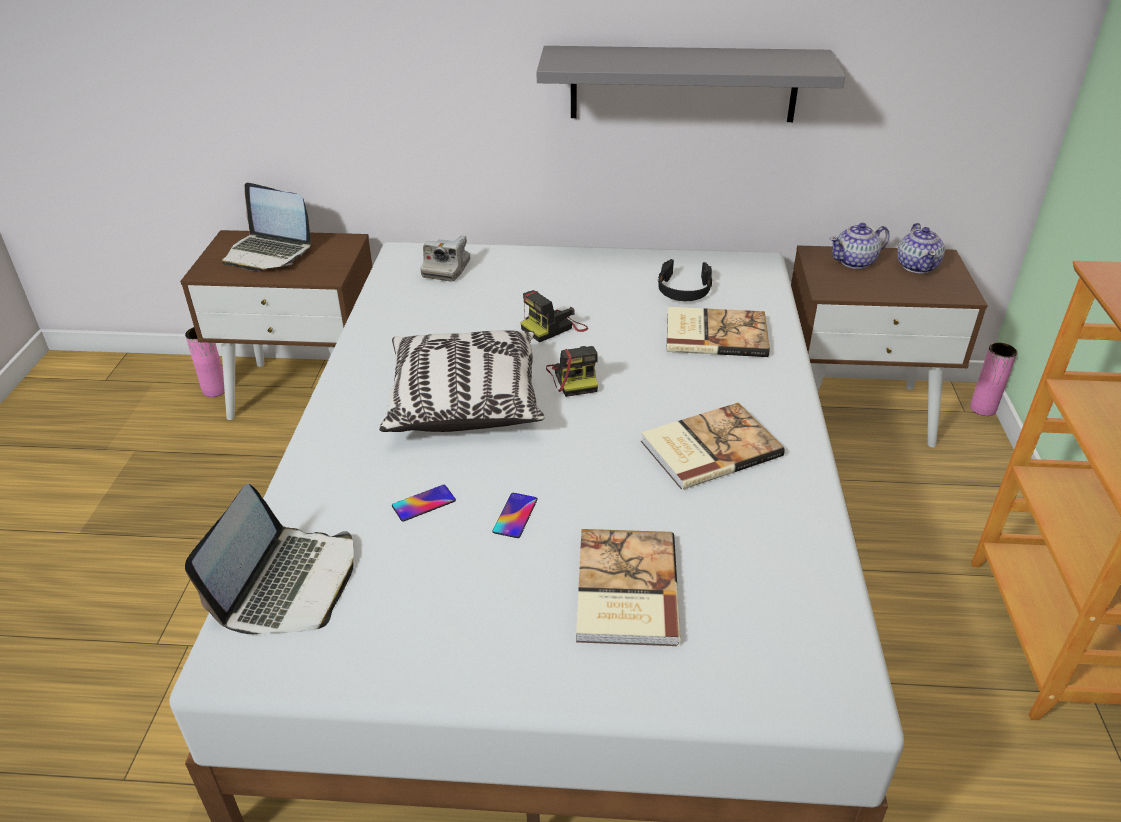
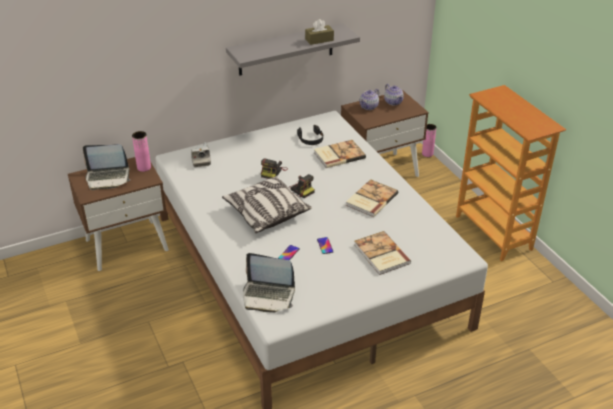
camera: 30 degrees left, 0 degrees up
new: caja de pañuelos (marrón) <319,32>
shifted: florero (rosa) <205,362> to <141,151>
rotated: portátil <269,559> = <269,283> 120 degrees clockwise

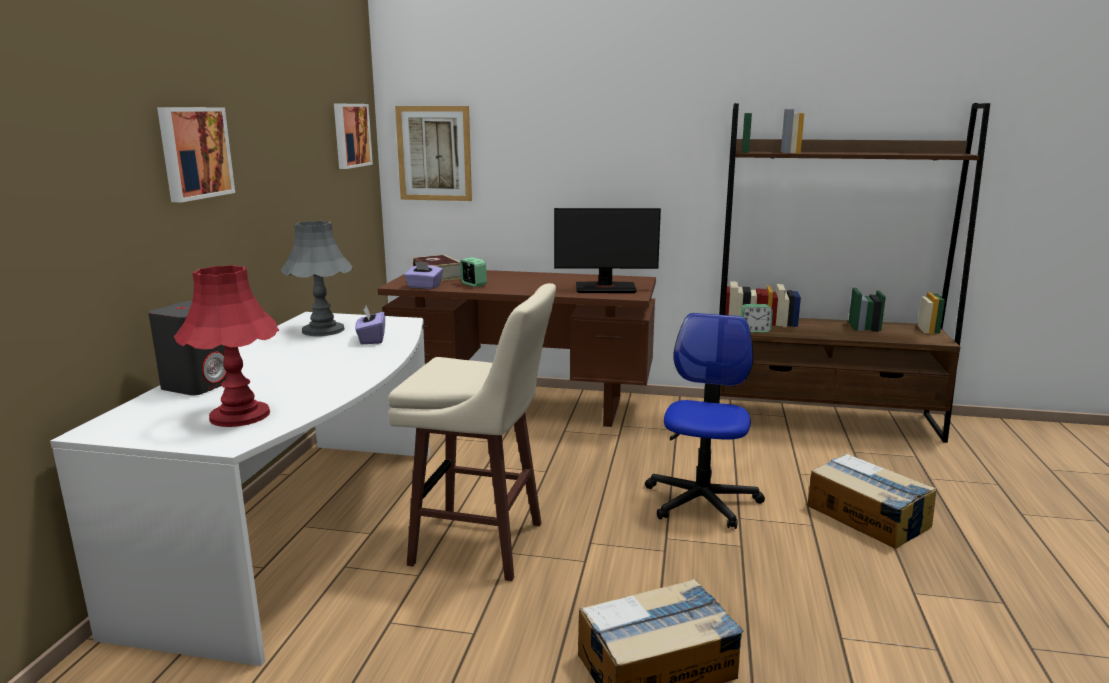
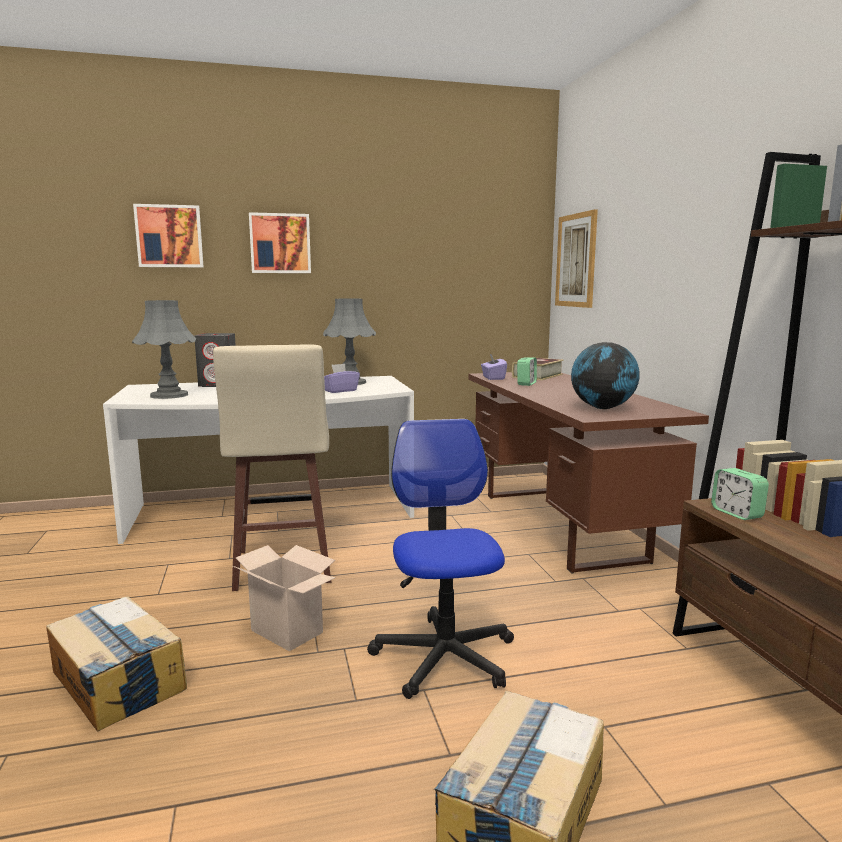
camera: 65 degrees right, 5 degrees down
new: caja de cartón <284,598>
shifted: cuadro <353,136> to <168,235>
swapped: monitor <607,250> to globo terráqueo <605,375>
repainted: lámpara de mesa (rojo) <226,346> to lámpara de mesa (gris) <164,349>
rotated: silla de oficina <705,421> = <440,559> 90 degrees counterclockwise

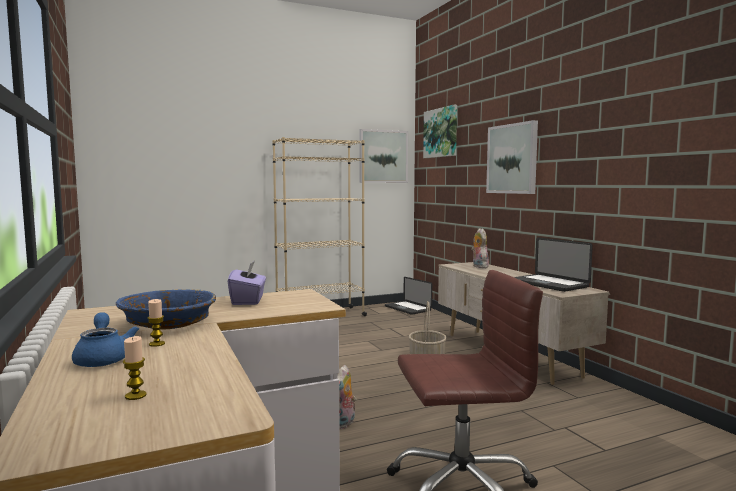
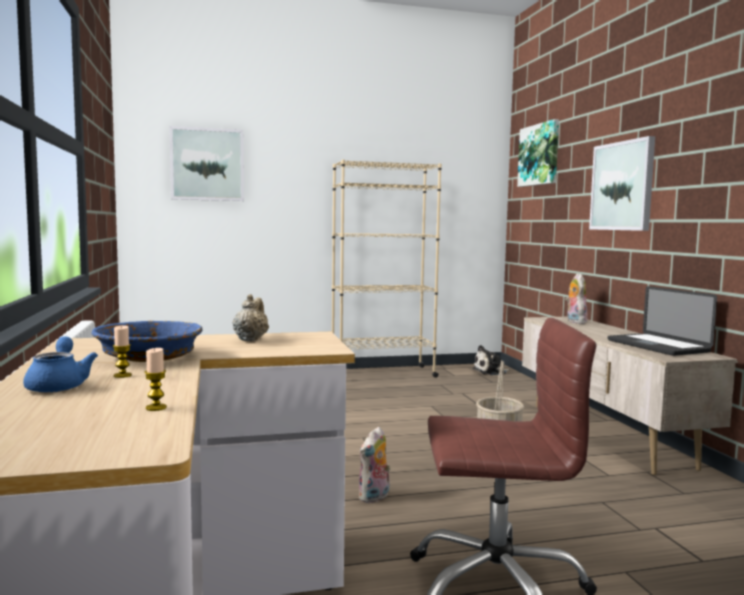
camera: 10 degrees right, 0 degrees up
shifted: vela <135,368> to <155,379>; cuadro <383,156> to <206,163>
swapped: caja de pañuelos (morado) <247,283> to tetera (beis) <251,317>; portátil <408,296> to peluche <491,360>

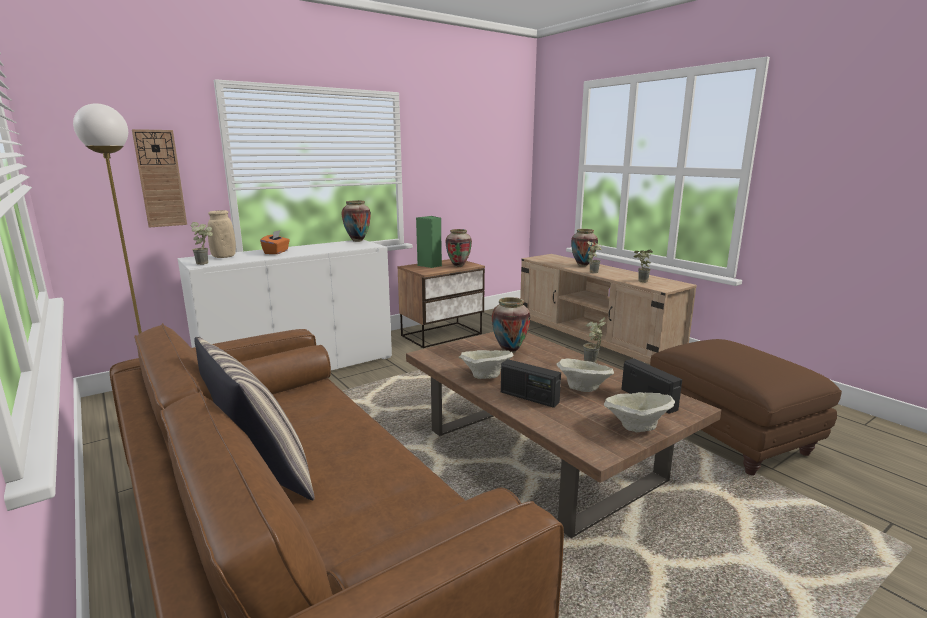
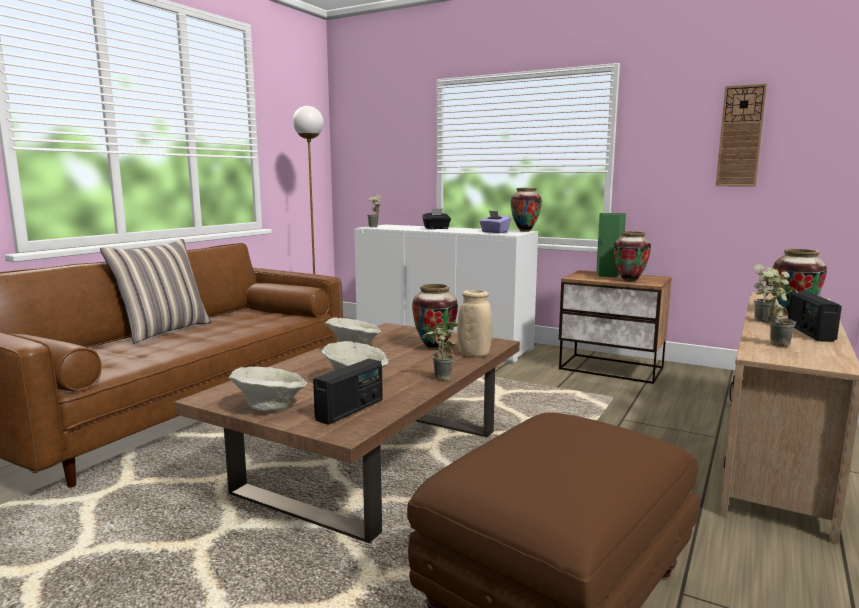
camera: 65 degrees right, 5 degrees down
new: caja de pañuelos (morado) <495,222>
shifted: reloj de pared <159,178> to <741,135>; florero (beis) <222,234> to <474,323>; radio <531,383> to <815,316>
repainted: caja de pañuelos (naranja) <275,242> to caja de pañuelos (negro) <436,219>

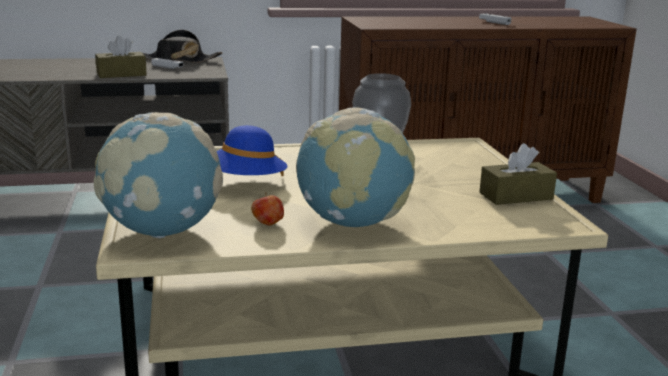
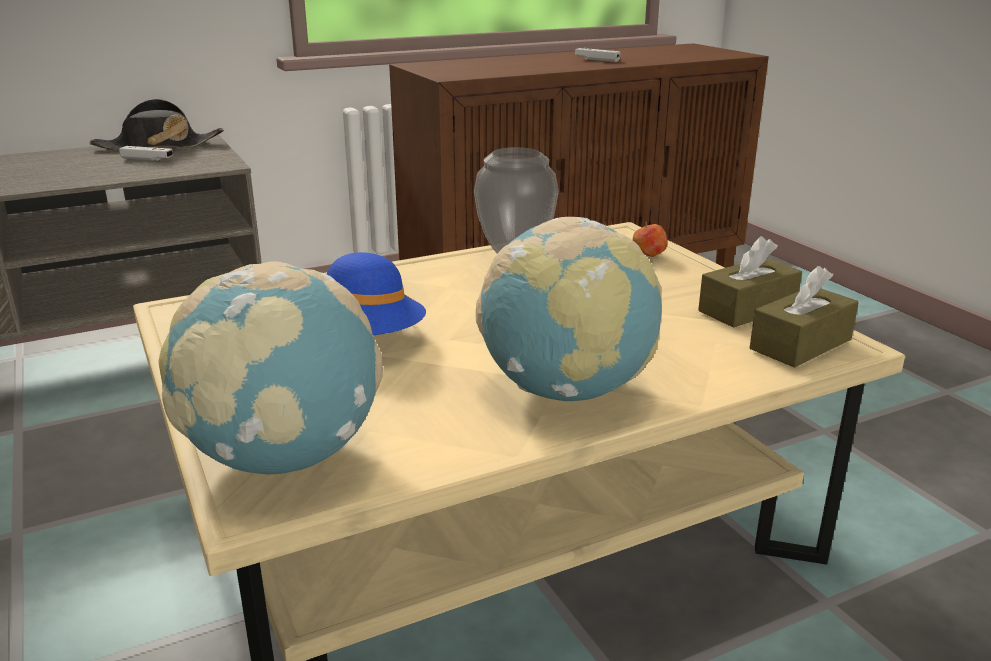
camera: 15 degrees left, 5 degrees up
shifted: caja de pañuelos (marrón) <121,57> to <804,317>; manzana <267,209> to <650,239>

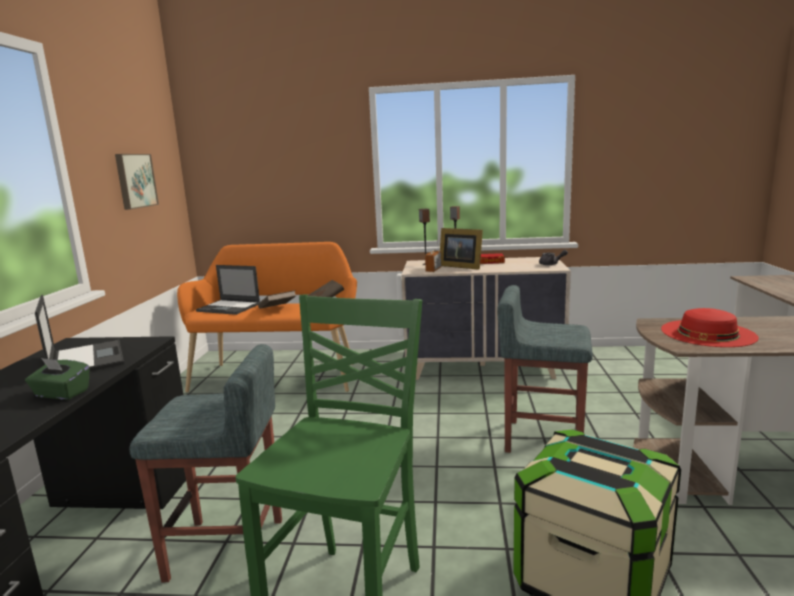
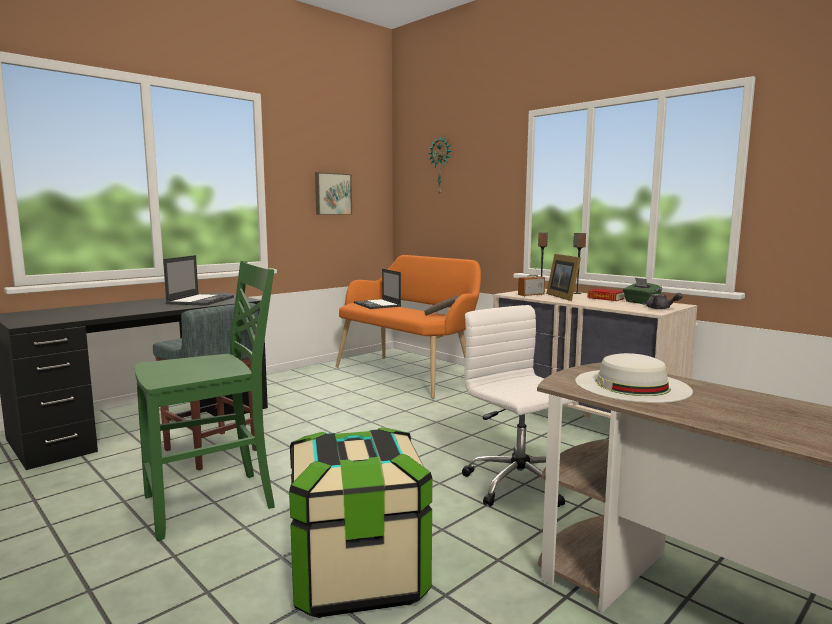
camera: 40 degrees right, 5 degrees down
gone: libro (marrón) <277,299>
new: reloj de pared <439,165>
shifted: caja de pañuelos (verde) <57,379> to <642,291>
swapped: taburete (gris) <545,369> to silla de oficina (blanco) <519,406>
repainted: sombrero (rojo) <710,327> to sombrero (blanco) <634,378>

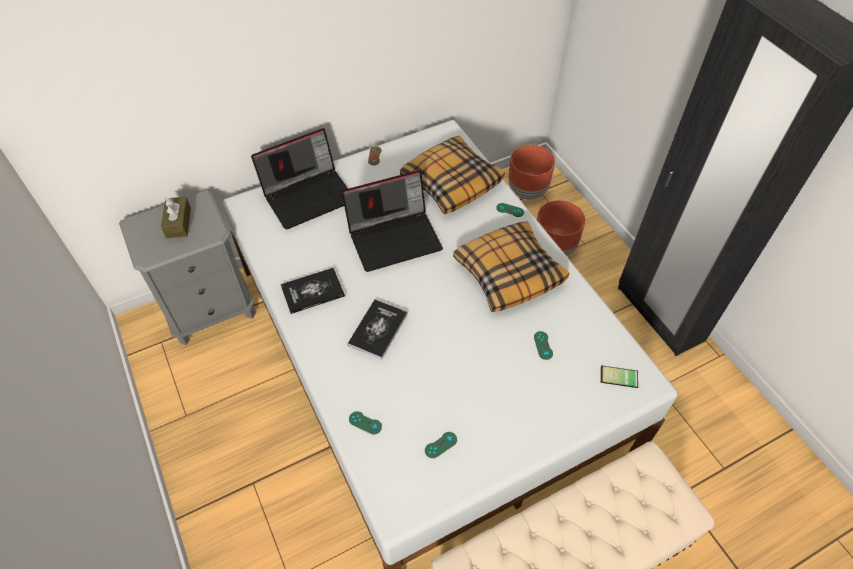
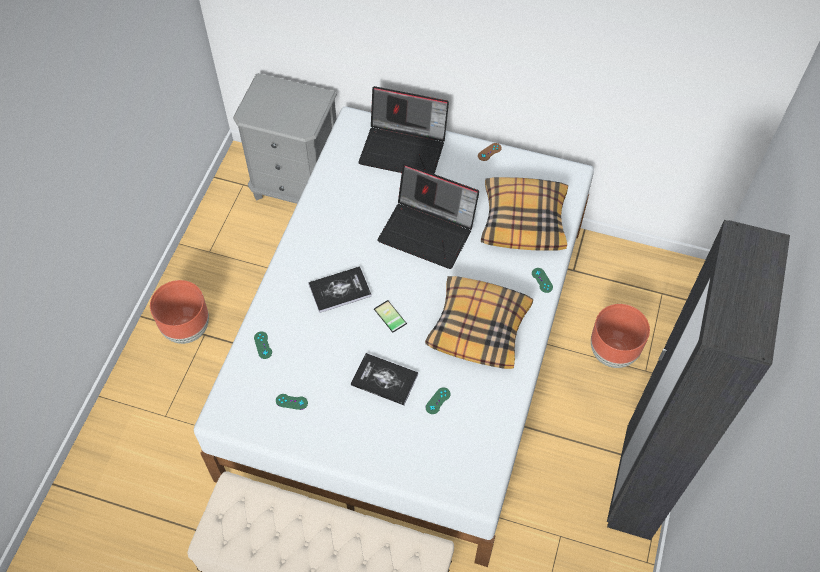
camera: 45 degrees right, 5 degrees up
gone: caja de pañuelos (marrón) <176,217>
shifted: libro <312,291> to <384,379>; maceta (marrón) <531,172> to <179,312>; móvil <619,377> to <390,316>

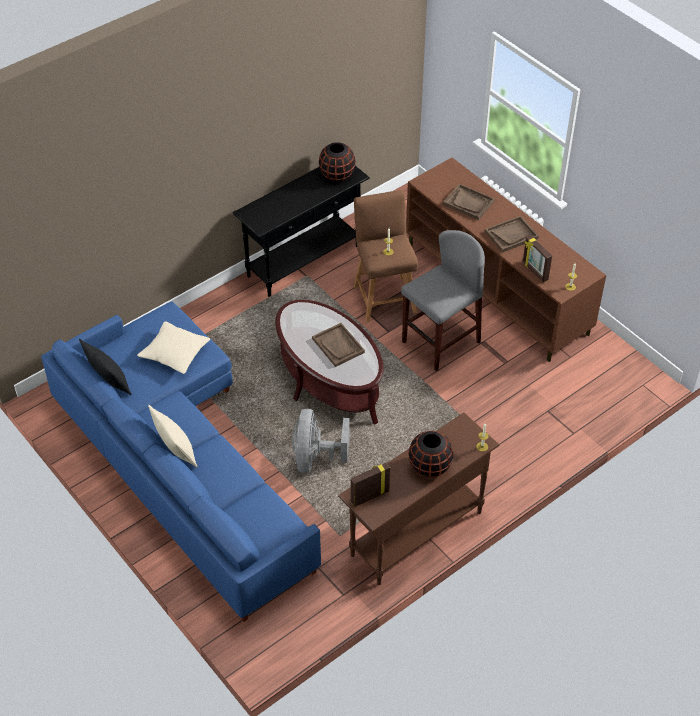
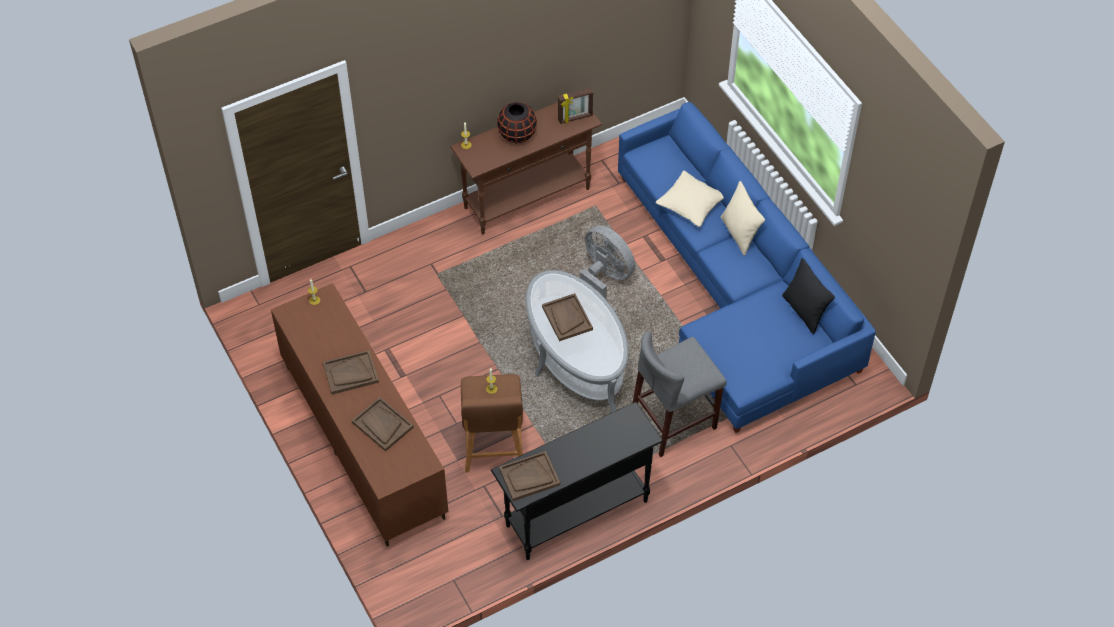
camera: 170 degrees left, 5 degrees up
gone: portarretratos <537,259>
shifted: cojín (beis) <173,347> to <690,199>; taburete (gris) <443,300> to <680,394>
swapped: florero (negro) <337,161> to bandeja (marrón) <529,476>
repainted: mesa de centro (marrón) <329,362> to mesa de centro (gris) <577,341>
rotated: ventilador (gris) <320,441> = <607,262> 60 degrees counterclockwise

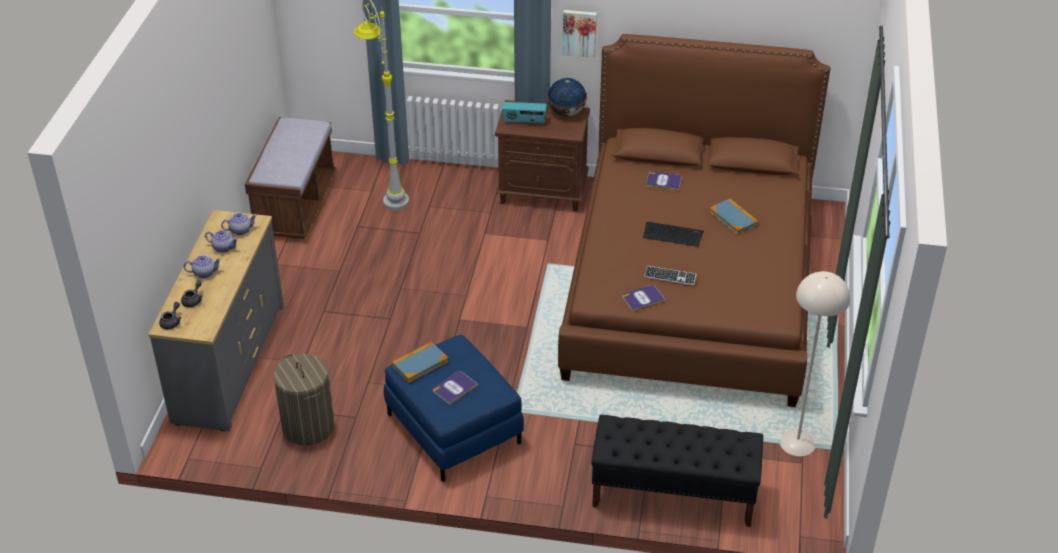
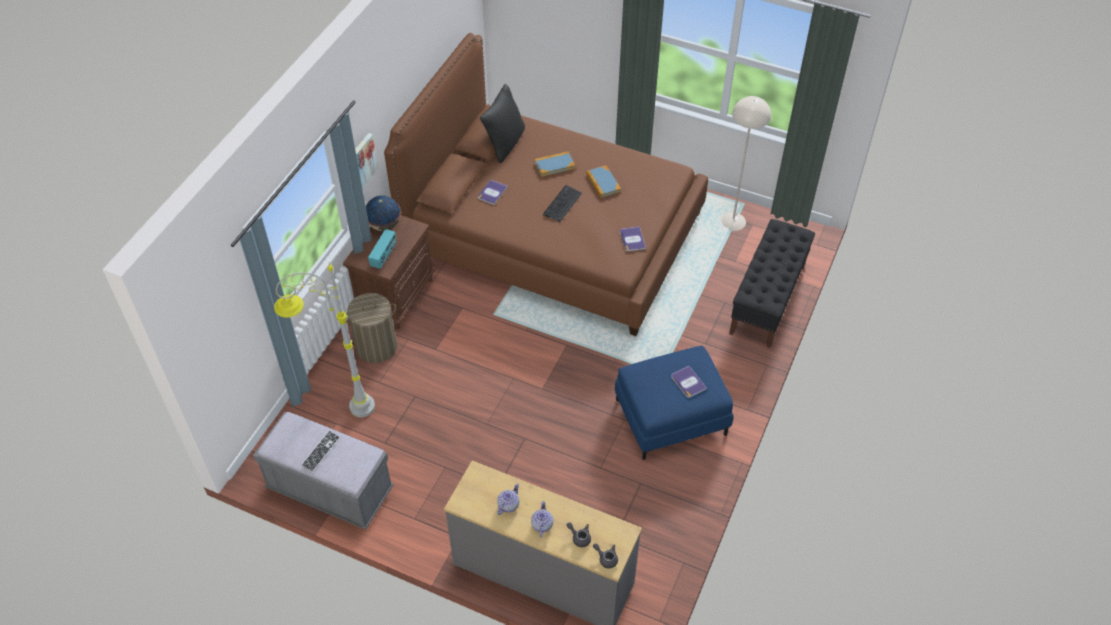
camera: 75 degrees left, 10 degrees up
gone: tetera <239,224>
new: cojín (negro) <502,123>
shifted: cesto de la ropa <303,400> to <371,328>; libro <420,362> to <603,181>; teclado <670,275> to <320,451>
repainted: banco (marrón) <290,178> to banco (gris) <323,471>

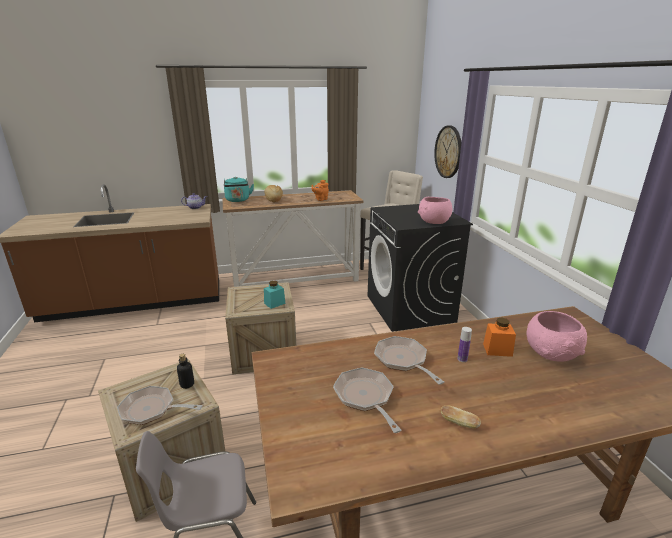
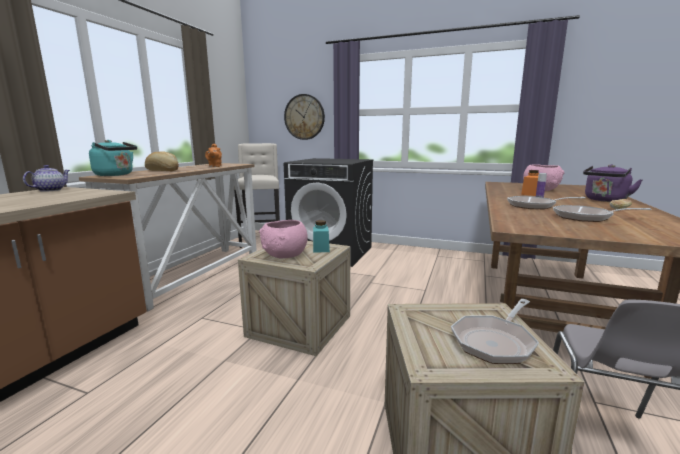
camera: 55 degrees left, 10 degrees down
gone: botella <185,371>
new: hervidor (morado) <612,183>
shifted: cuenco (rosa) <435,210> to <283,239>

